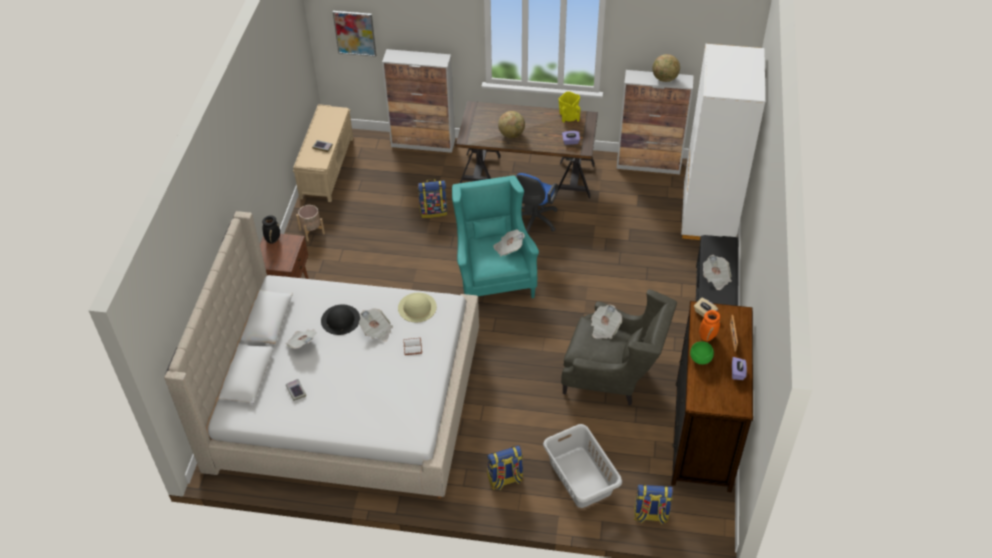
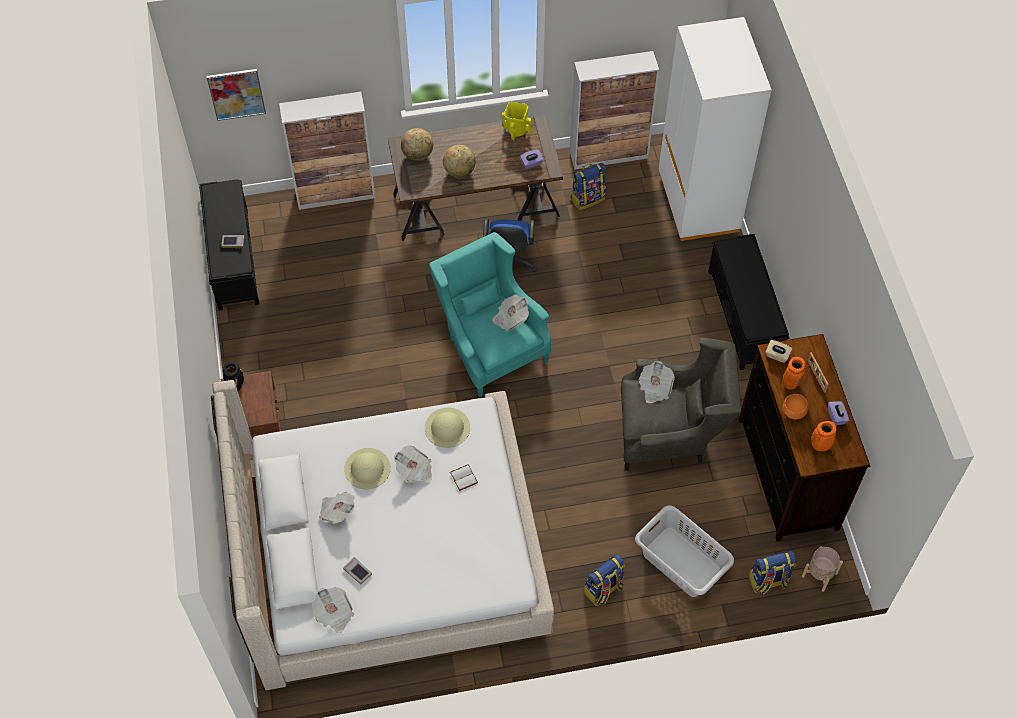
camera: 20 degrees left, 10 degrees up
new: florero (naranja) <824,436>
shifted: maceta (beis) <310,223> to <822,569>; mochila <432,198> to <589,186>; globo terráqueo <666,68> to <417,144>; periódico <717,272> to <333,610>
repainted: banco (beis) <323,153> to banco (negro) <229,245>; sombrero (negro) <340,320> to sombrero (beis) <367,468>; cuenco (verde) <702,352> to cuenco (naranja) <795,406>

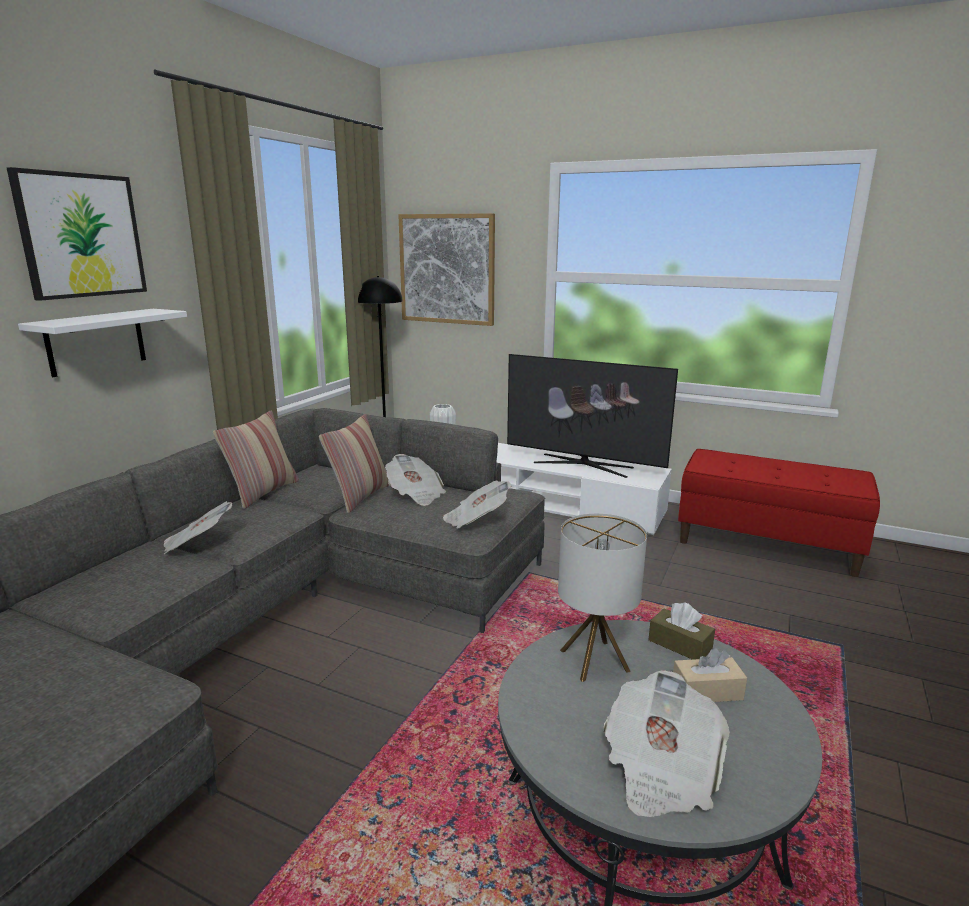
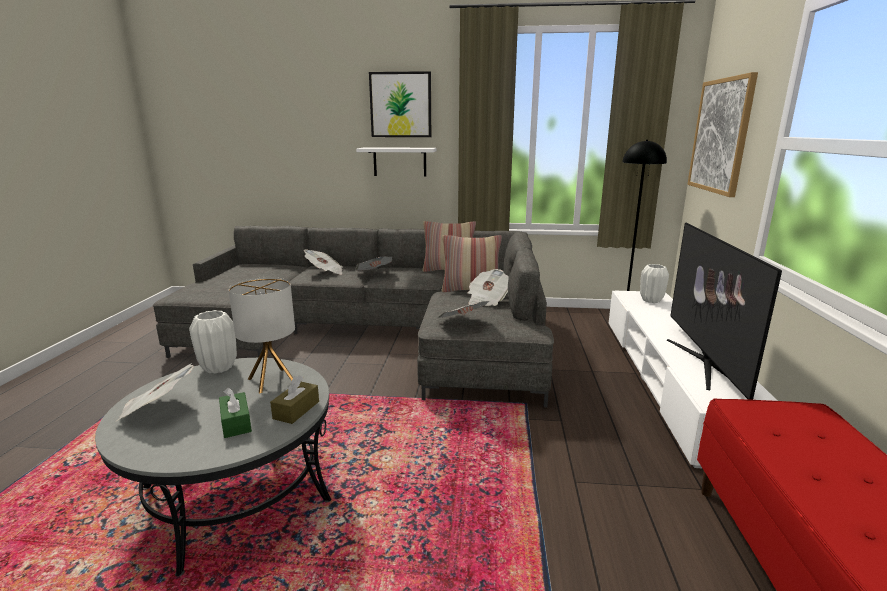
camera: 70 degrees right, 0 degrees up
new: florero (blanco) <213,342>; periódico <323,262>
repainted: caja de pañuelos (beis) <710,675> to caja de pañuelos (verde) <235,413>

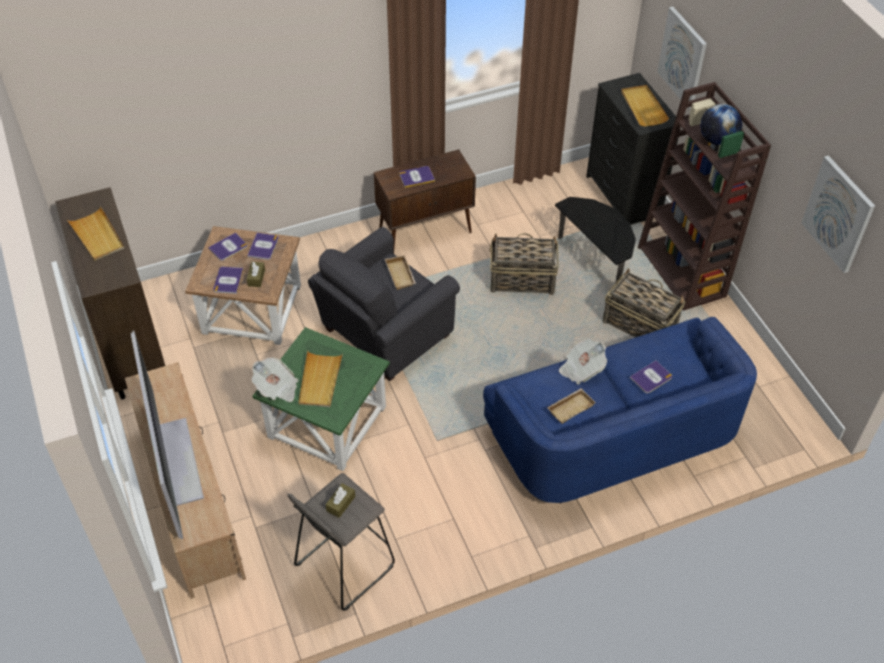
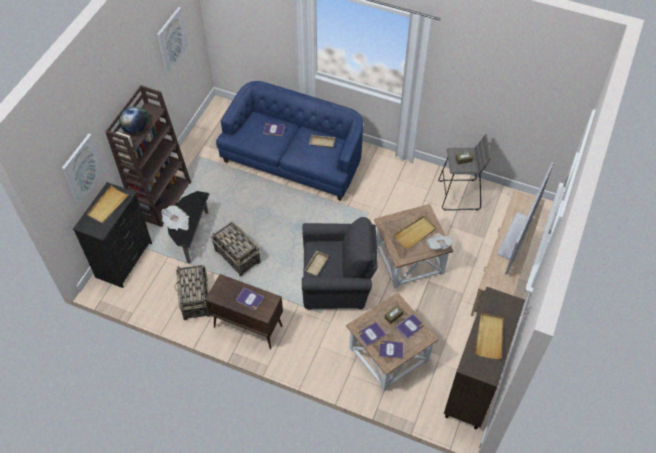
camera: 135 degrees left, 5 degrees up
shifted: periódico <583,362> to <175,218>; cesta <644,302> to <192,292>
repainted: mesa auxiliar (verde) <321,399> to mesa auxiliar (marrón) <413,246>

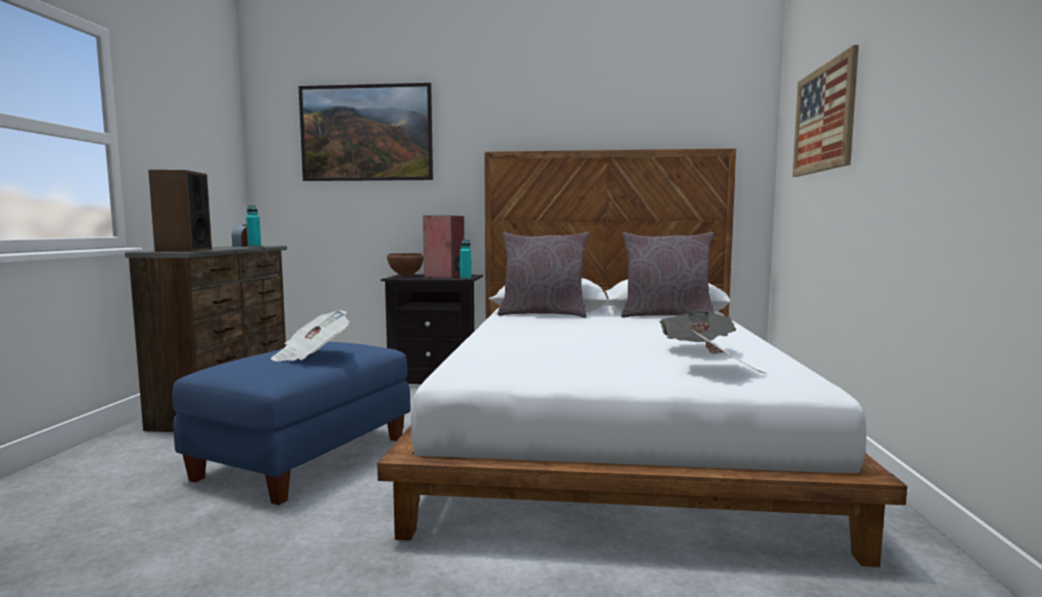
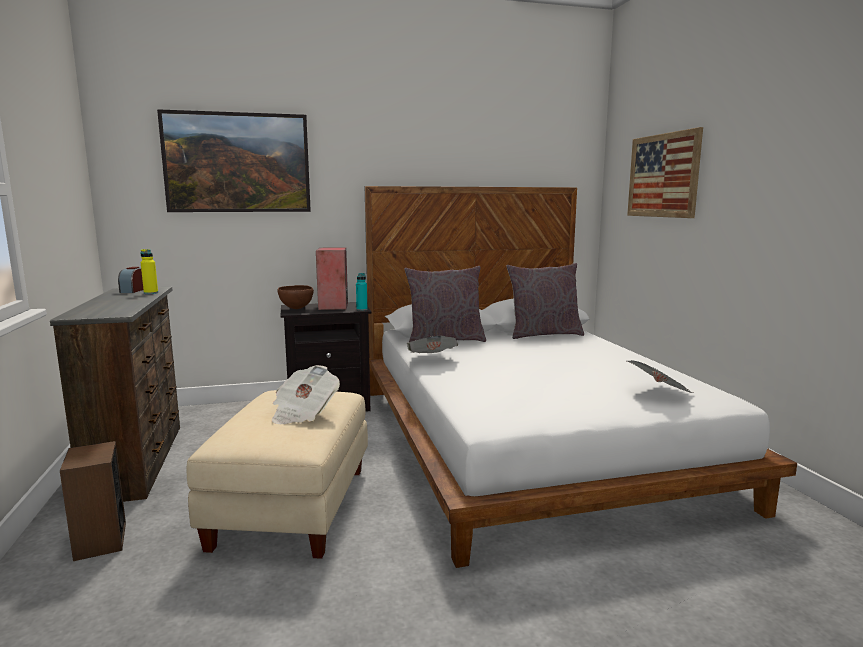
camera: 20 degrees left, 5 degrees up
shifted: altavoz <180,211> to <93,501>; periódico <698,326> to <432,344>
repainted: puf (azul) <292,423> to puf (beis) <277,474>; botella (turquesa) <253,226> to botella (amarillo) <149,271>

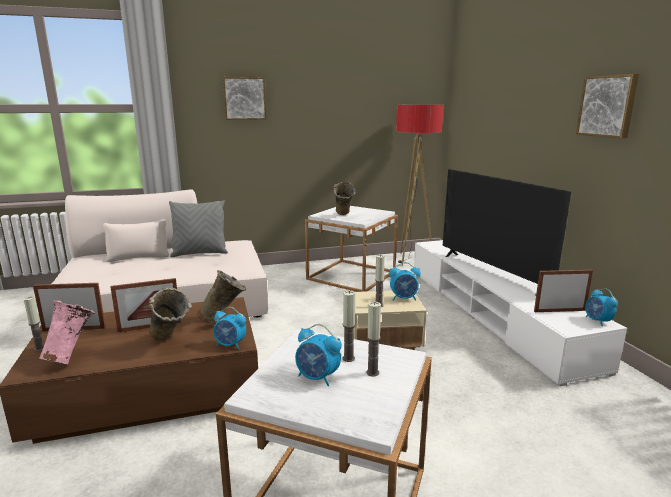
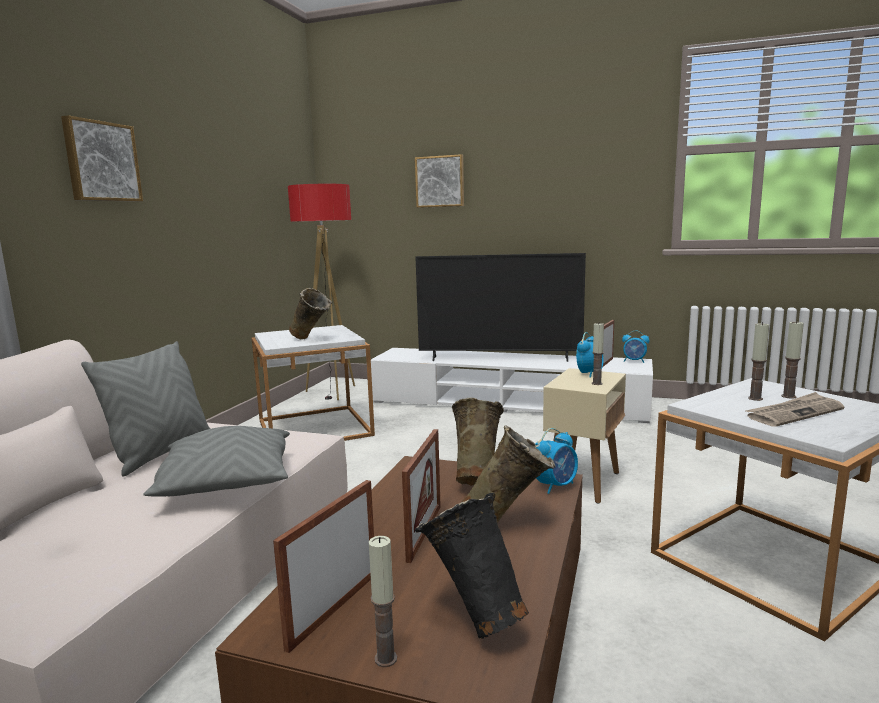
camera: 55 degrees left, 5 degrees down
new: cojín (gris) <216,461>
shifted: cuadro <607,106> to <439,181>
swapped: despertador <318,355> to periódico <795,409>
repainted: florero (rosa) <67,332> to florero (negro) <472,566>

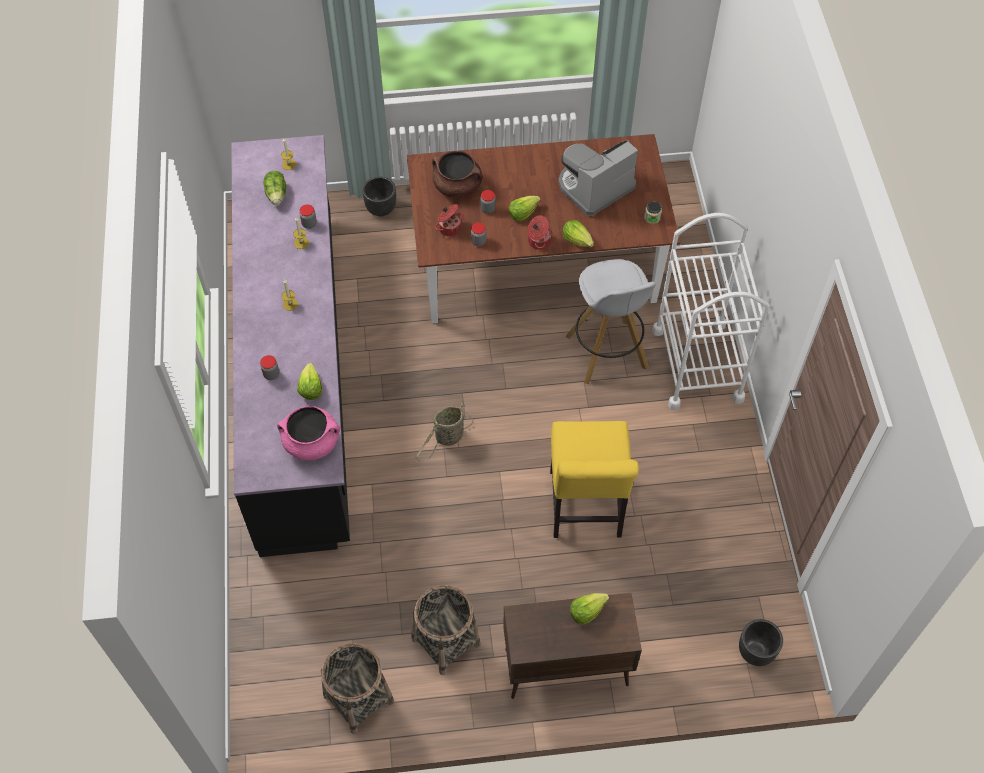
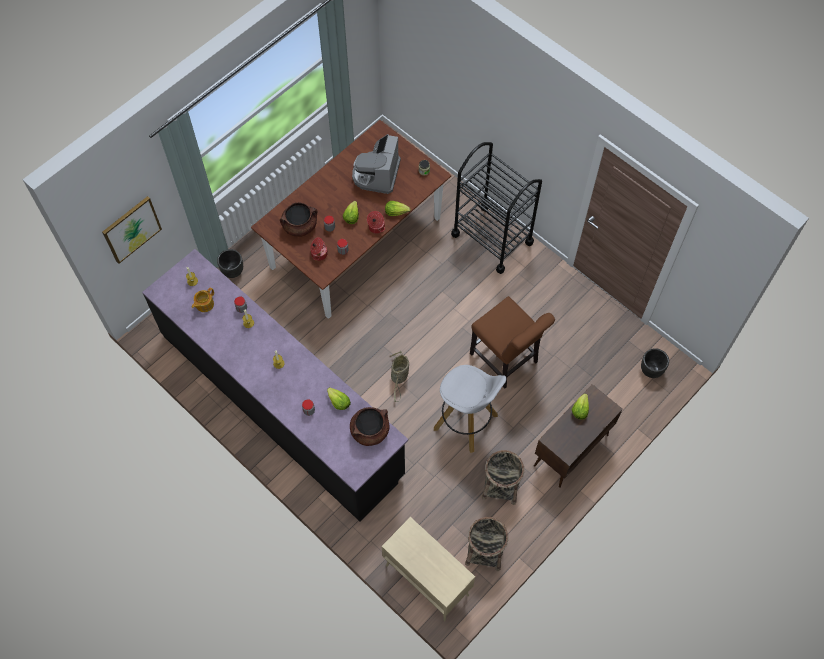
camera: 40 degrees left, 5 degrees up
new: cuadro <132,230>; armario (beis) <428,569>
shifted: taburete (blanco) <611,321> to <470,409>
swapped: lechuga <275,188> to tetera <202,299>
repainted: olla (rosa) <308,433> to olla (marrón) <369,426>; silla (amarillo) <594,479> to silla (marrón) <512,342>; carrito (blanco) <711,311> to carrito (negro) <496,208>

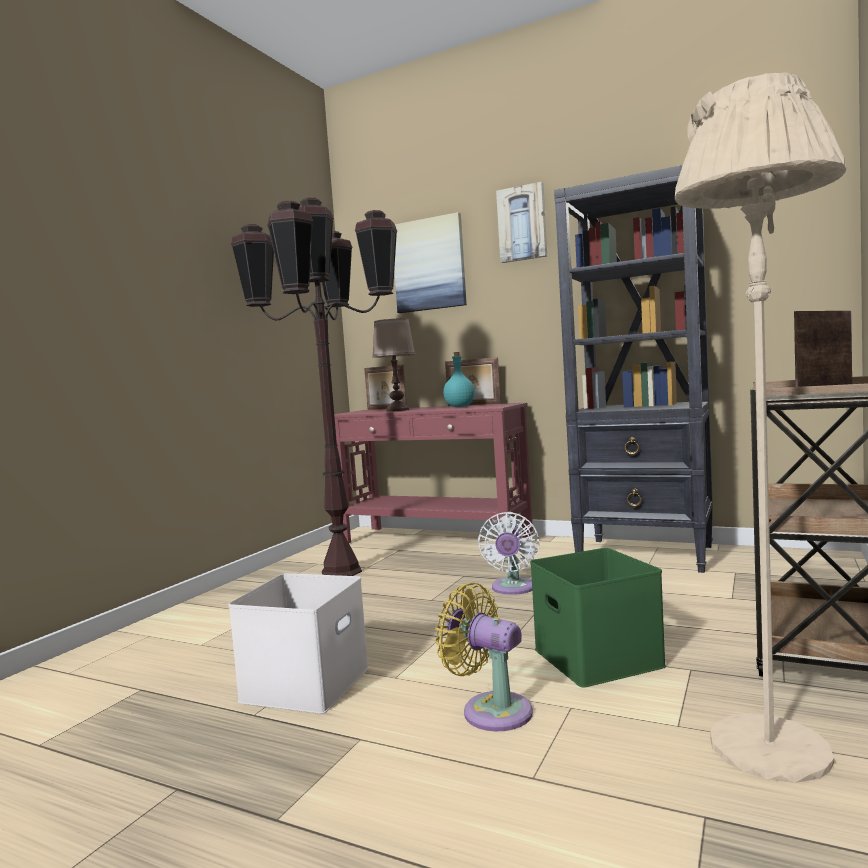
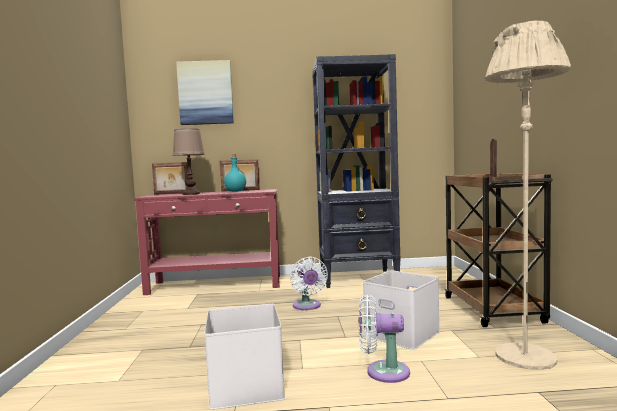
camera: 30 degrees left, 0 degrees up
gone: lámpara de pie (marrón) <314,386>; cuadro <521,222>
repainted: ventilador (amarillo) <484,657> to ventilador (blanco) <384,339>; caja de almacenaje (verde) <598,618> to caja de almacenaje (blanco) <401,310>

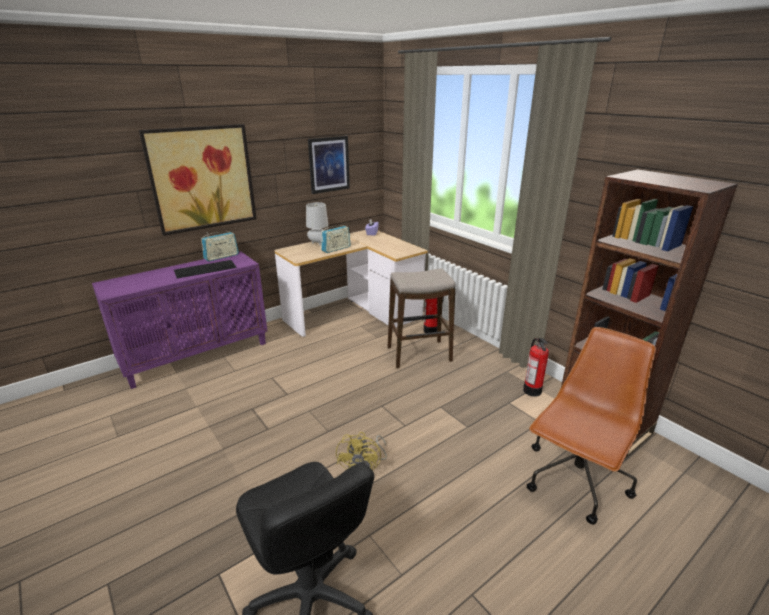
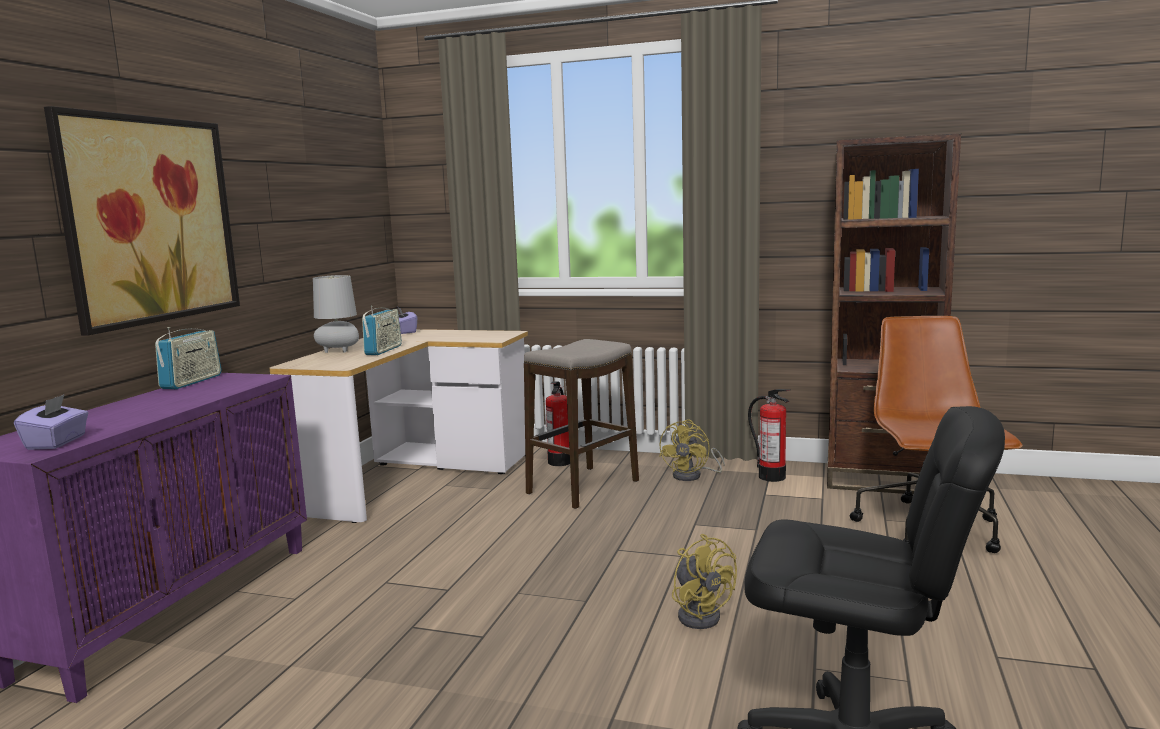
camera: 35 degrees left, 15 degrees down
gone: teclado <205,269>; cuadro <329,165>
new: caja de pañuelos (morado) <51,422>; ventilador (amarillo) <692,450>

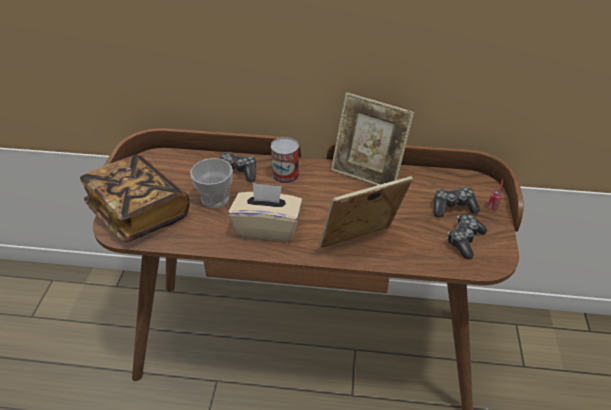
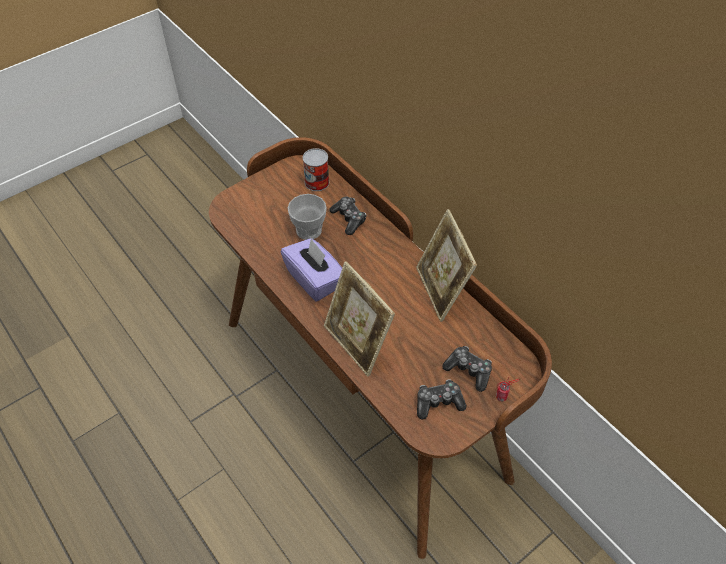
camera: 45 degrees right, 10 degrees up
gone: libro <135,198>
shifted: lata <285,160> to <316,169>
repainted: caja de pañuelos (beis) <265,211> to caja de pañuelos (morado) <311,270>
rotated: portarretratos <366,212> = <359,318> 150 degrees counterclockwise

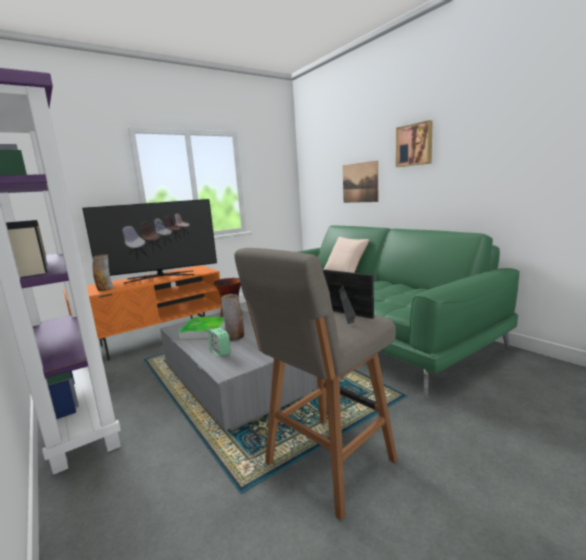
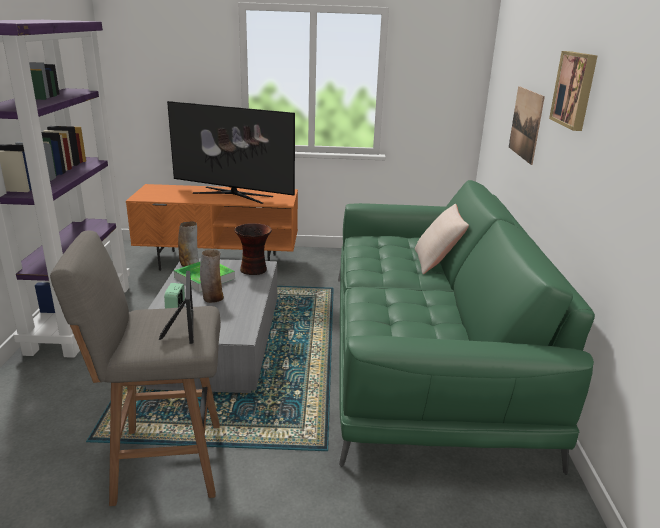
camera: 35 degrees right, 10 degrees up
shifted: florero <103,272> to <188,244>

